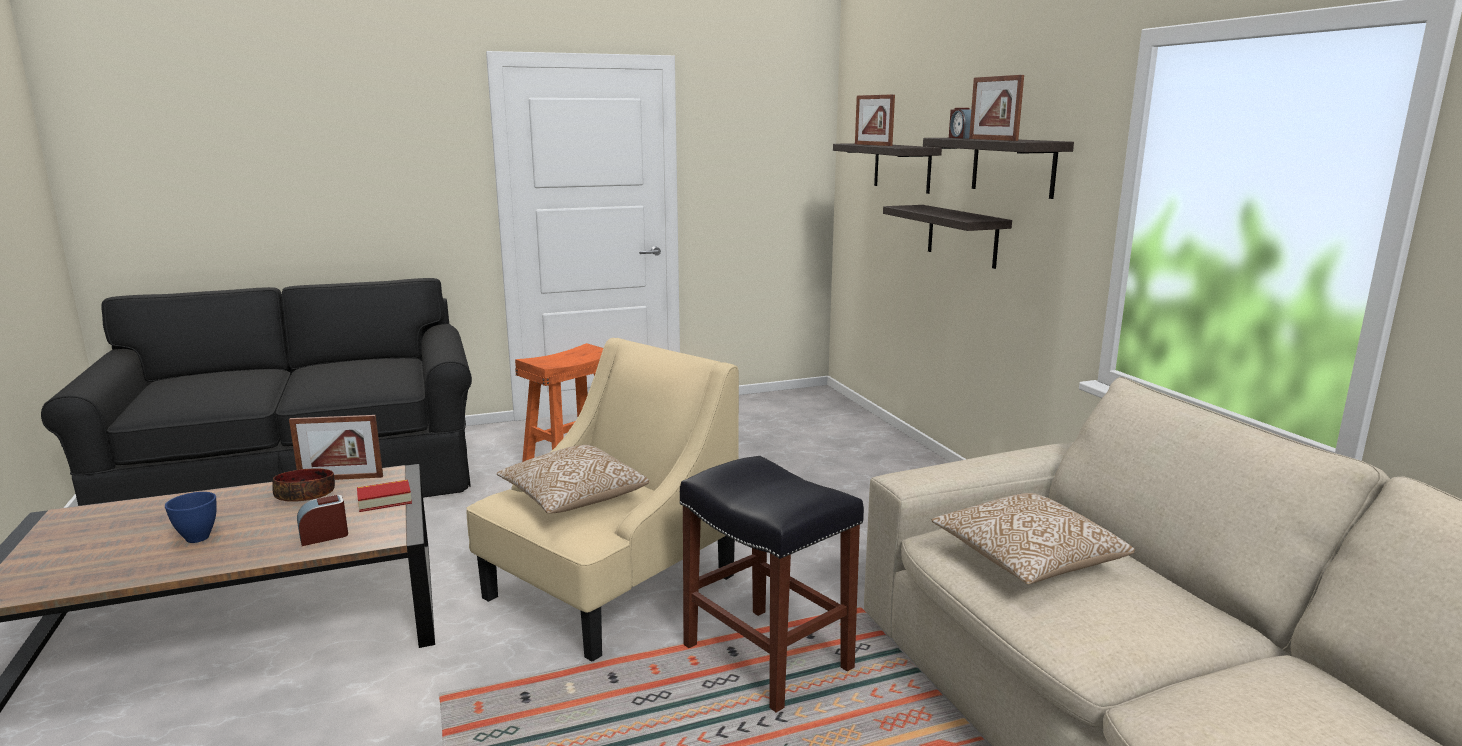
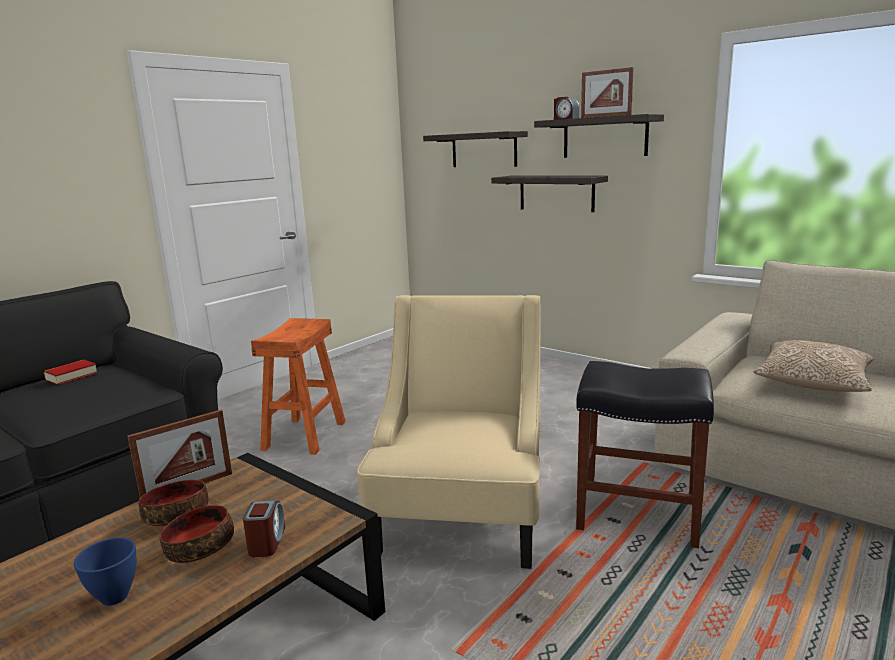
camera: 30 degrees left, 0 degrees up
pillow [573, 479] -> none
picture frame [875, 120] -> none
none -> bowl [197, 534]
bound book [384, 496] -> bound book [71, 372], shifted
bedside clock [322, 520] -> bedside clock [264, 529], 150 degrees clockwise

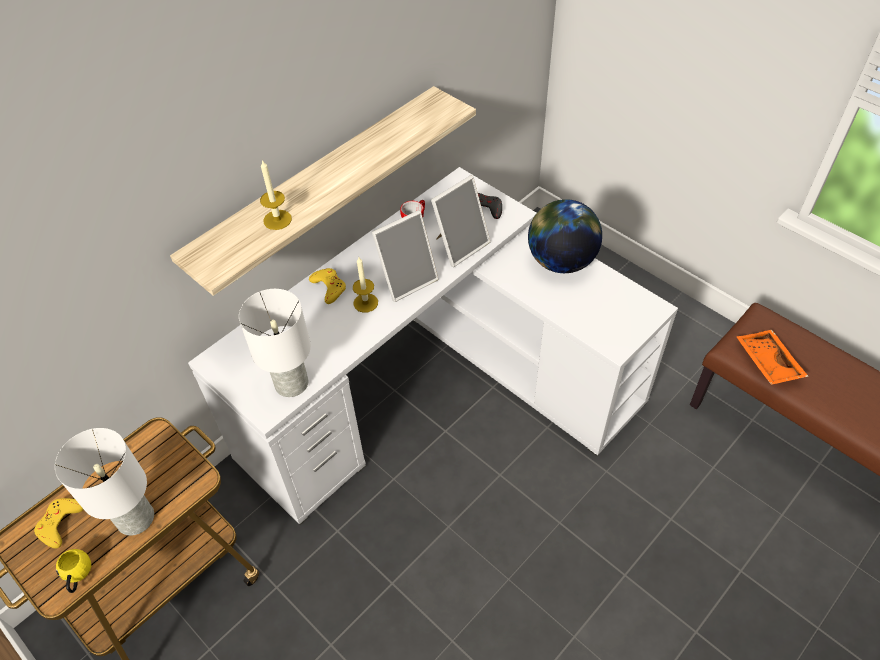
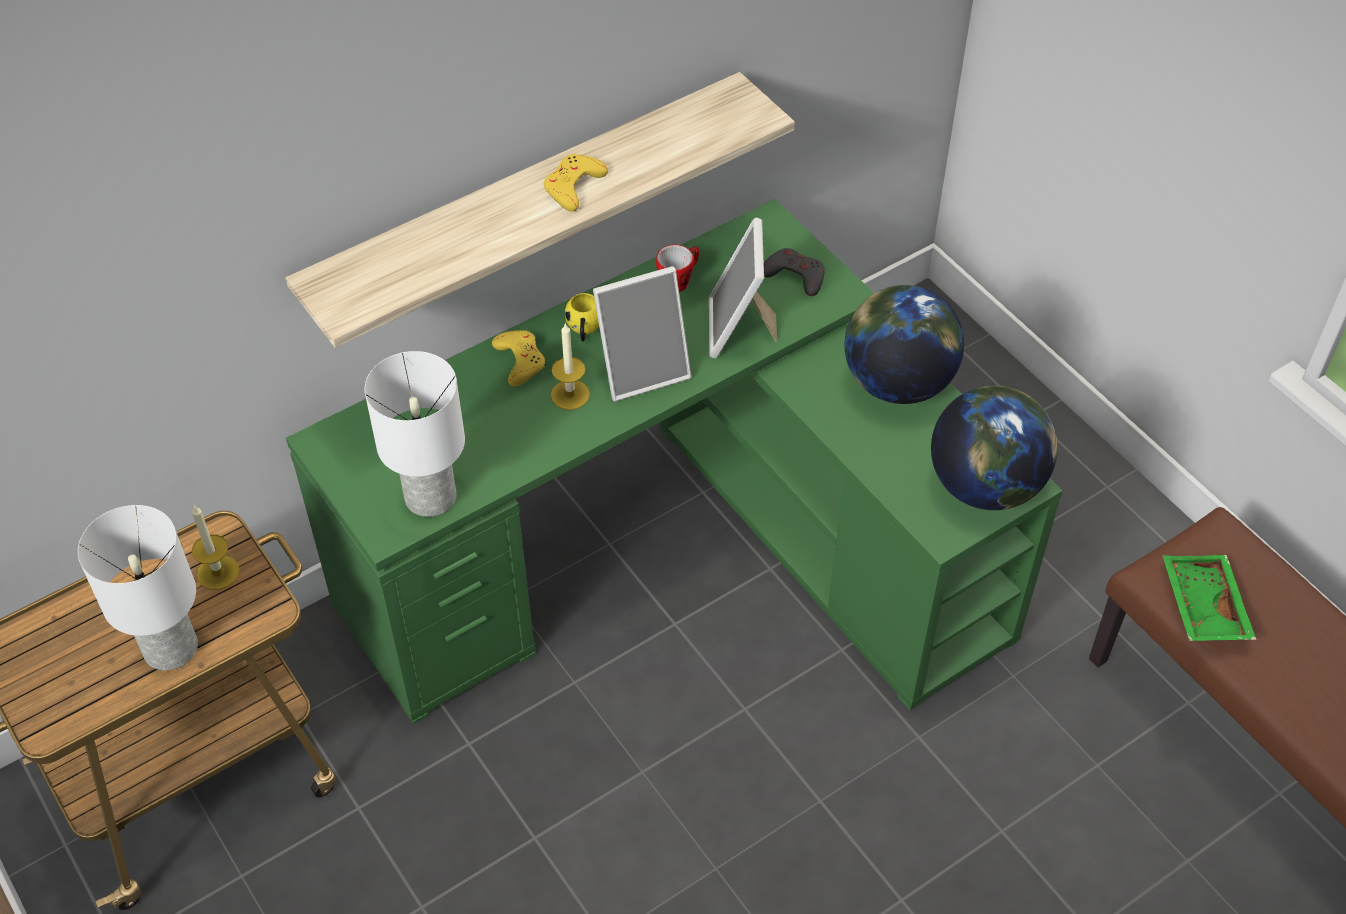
camera: 10 degrees right, 0 degrees up
none -> globe [994, 448]
yellowish gamepad [59, 523] -> yellowish gamepad [576, 183], shifted
yellowish tea mug [73, 571] -> yellowish tea mug [582, 317], shifted
wax candle [276, 194] -> wax candle [215, 547], shifted
white desk table [433, 346] -> greenish desk table [674, 461]
orange-coloured serving tray [773, 357] -> greenish serving tray [1209, 598]
picture frame [460, 221] -> picture frame [743, 288], 120 degrees clockwise

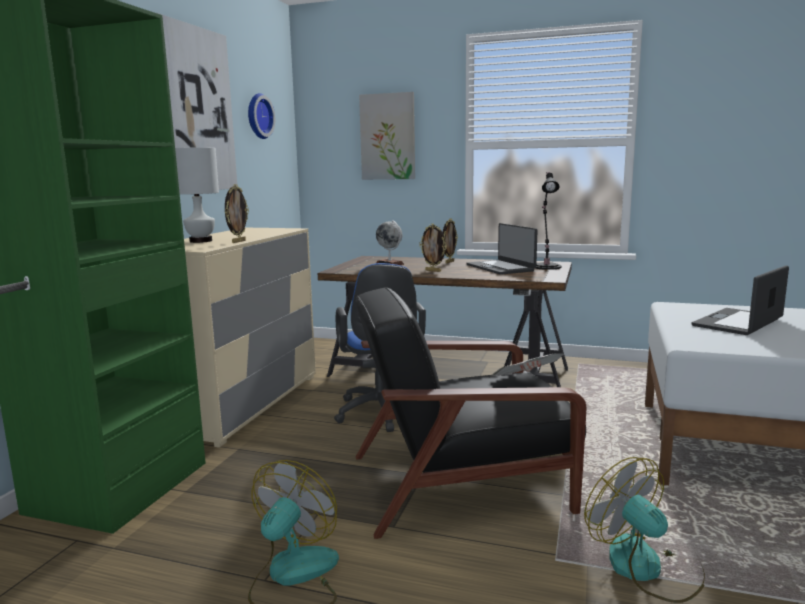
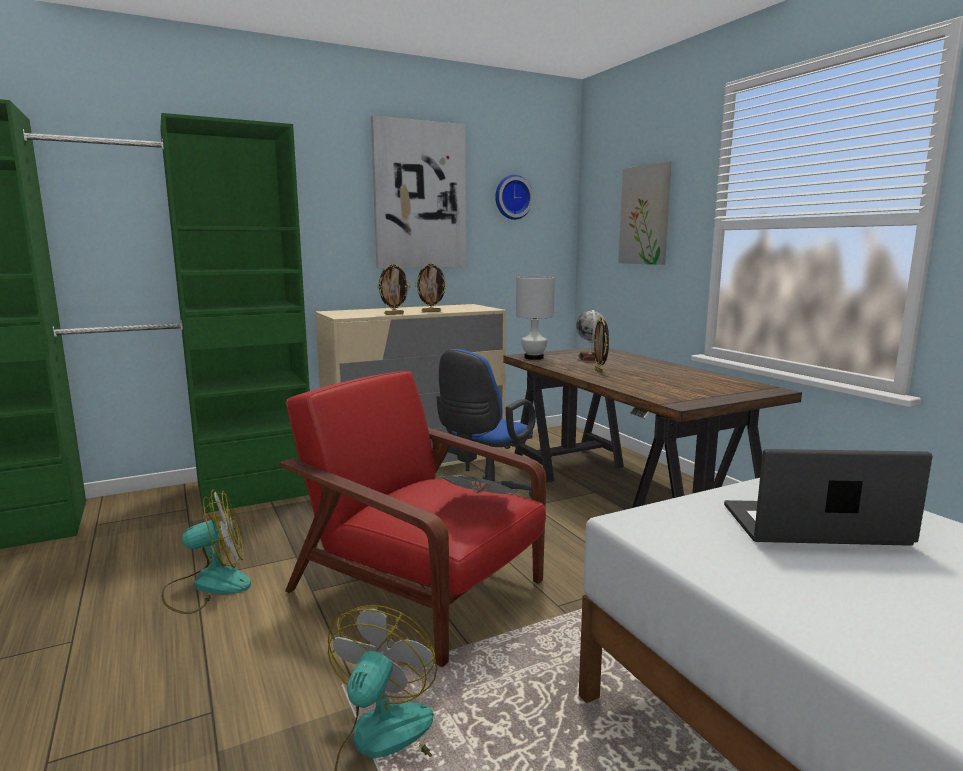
camera: 45 degrees right, 0 degrees up
portable computer [502, 249] -> none
blackish table lamp [548, 221] -> none
white table lamp [197, 195] -> white table lamp [535, 318], shifted
picture frame [450, 240] -> picture frame [431, 287], shifted
blackish easy chair [471, 413] -> red-coloured easy chair [412, 519]

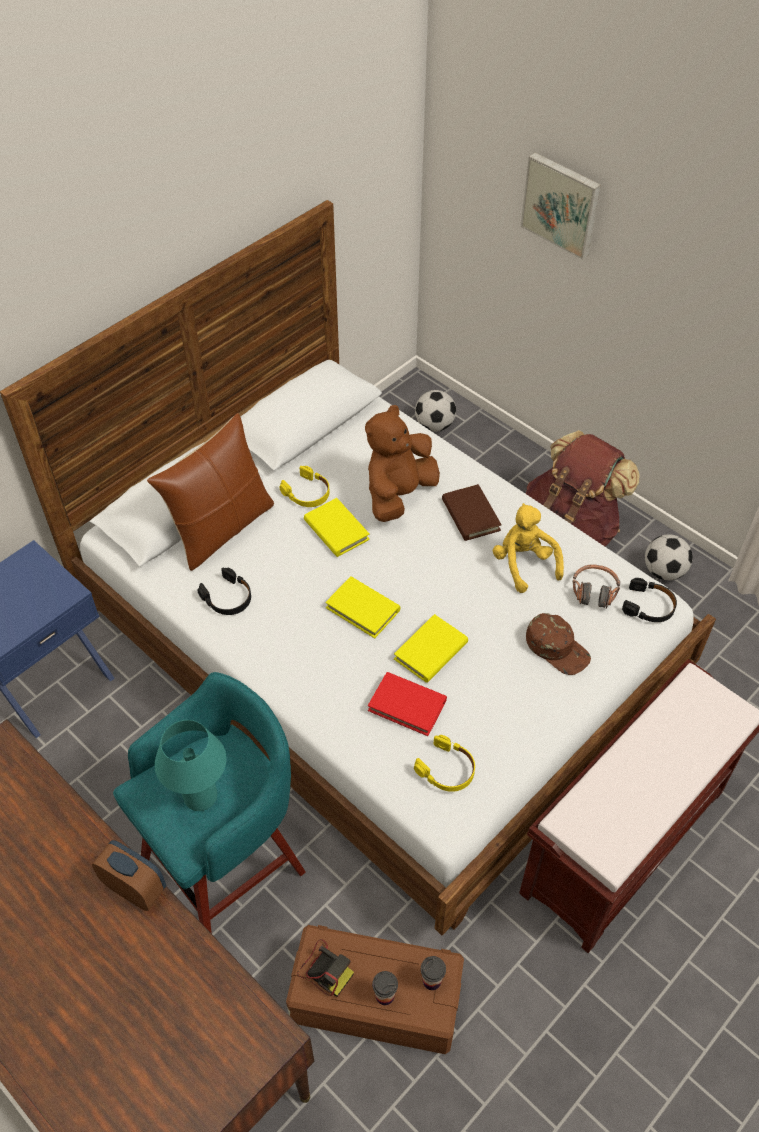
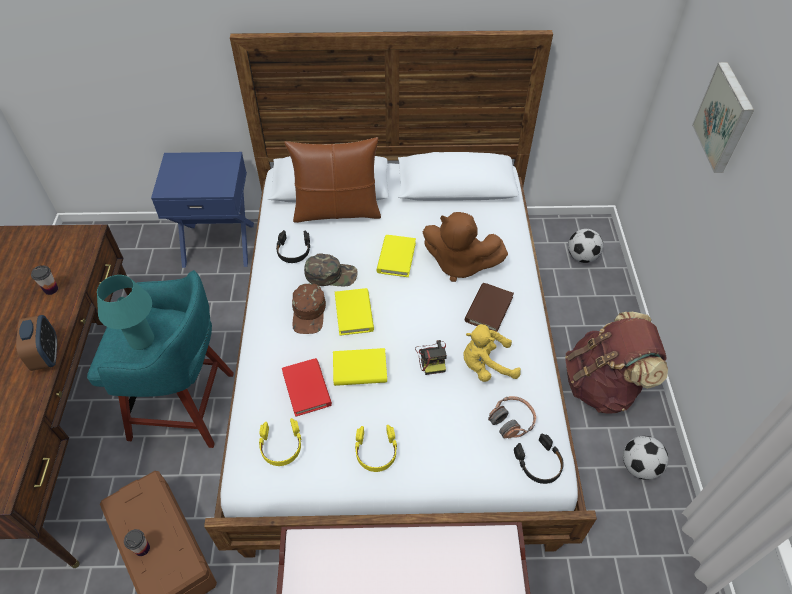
camera: 45 degrees right, 0 degrees up
none -> greenish peaked cap [331, 269]
yellowish pair of headphones [304, 486] -> yellowish pair of headphones [376, 448], shifted
photo camera [325, 968] -> photo camera [431, 357], shifted
cup [433, 973] -> cup [44, 280], shifted
brownish peaked cap [558, 644] -> brownish peaked cap [309, 308], shifted
brownish cuddly toy [402, 463] -> brownish cuddly toy [465, 247], 150 degrees counterclockwise
yellowish cuddly toy [528, 548] -> yellowish cuddly toy [492, 353], 120 degrees counterclockwise

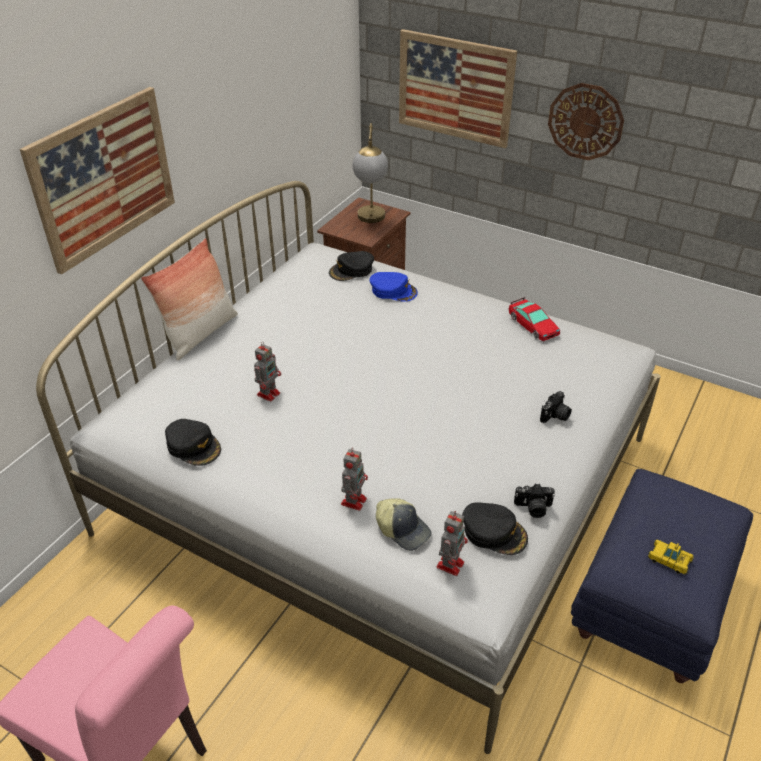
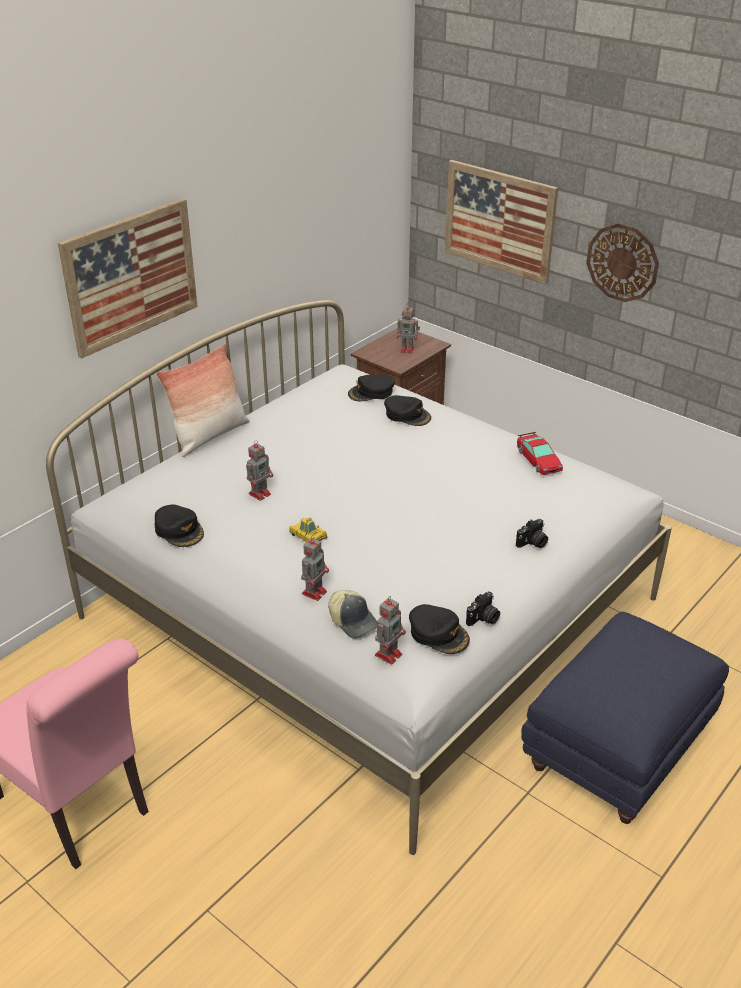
camera: 10 degrees right, 5 degrees down
toy car [671, 557] -> toy car [308, 529], shifted
table lamp [370, 173] -> toy robot [408, 328]
blue-coloured peaked cap [394, 287] -> blackish peaked cap [407, 410]
photo camera [534, 501] -> photo camera [483, 609], 60 degrees counterclockwise

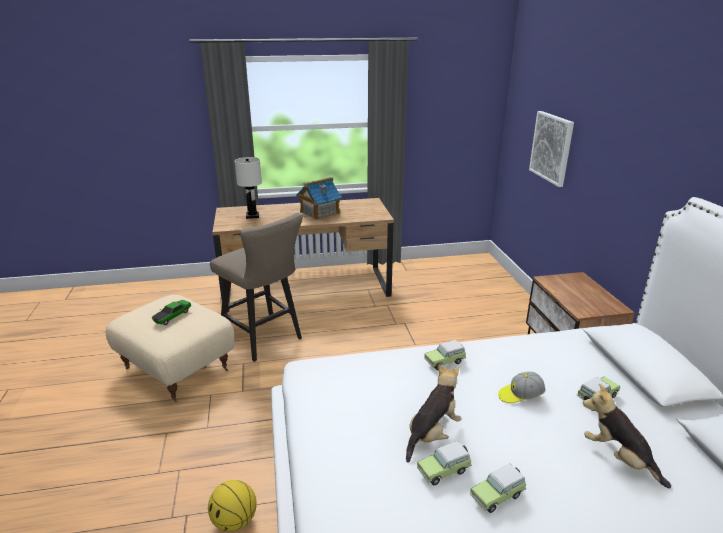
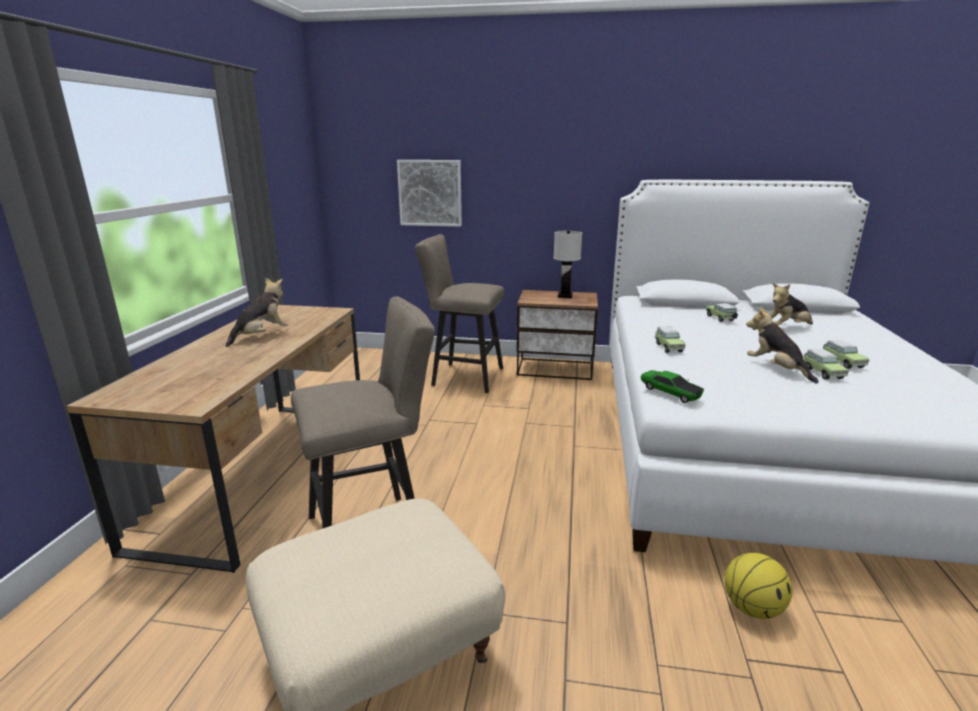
camera: 70 degrees left, 5 degrees down
peaked cap [521, 387] -> none
none -> sand-coloured stool [459, 313]
toy car [171, 312] -> toy car [672, 386], shifted
white table lamp [248, 188] -> white table lamp [567, 264], shifted
model house [319, 198] -> cuddly toy [257, 312]

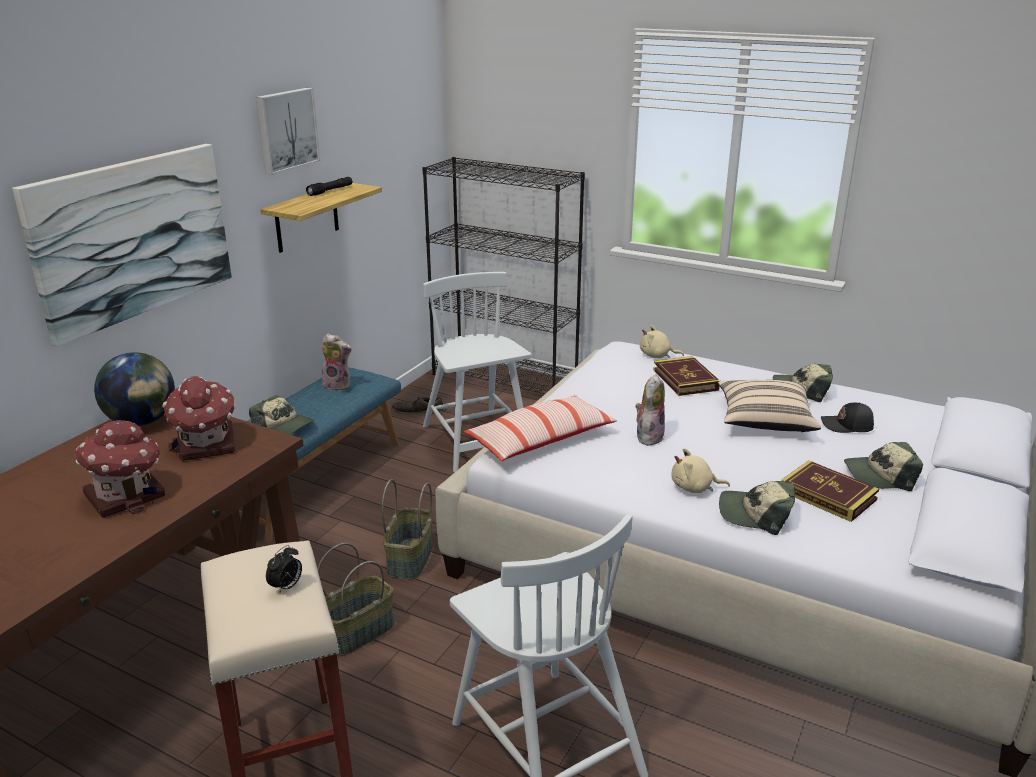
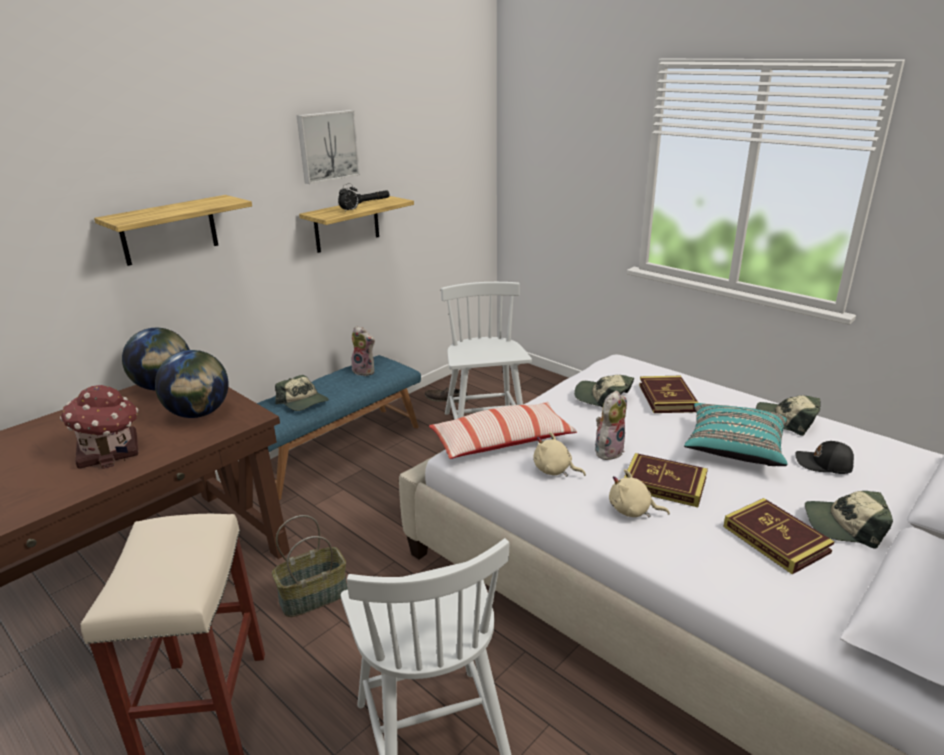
camera: 15 degrees right, 0 degrees up
household basket [407, 529] -> none
blackish shelving unit [503, 275] -> none
none -> bound book [666, 480]
bedside clock [284, 569] -> bedside clock [348, 198], shifted
sand-coloured cuddly toy [662, 342] -> sand-coloured cuddly toy [559, 454], shifted
peaked cap [757, 508] -> peaked cap [604, 391], shifted
picture [122, 245] -> shelf [173, 230]
model house [199, 418] -> globe [192, 384]
sand-coloured pillow [769, 406] -> turquoise pillow [736, 434]

